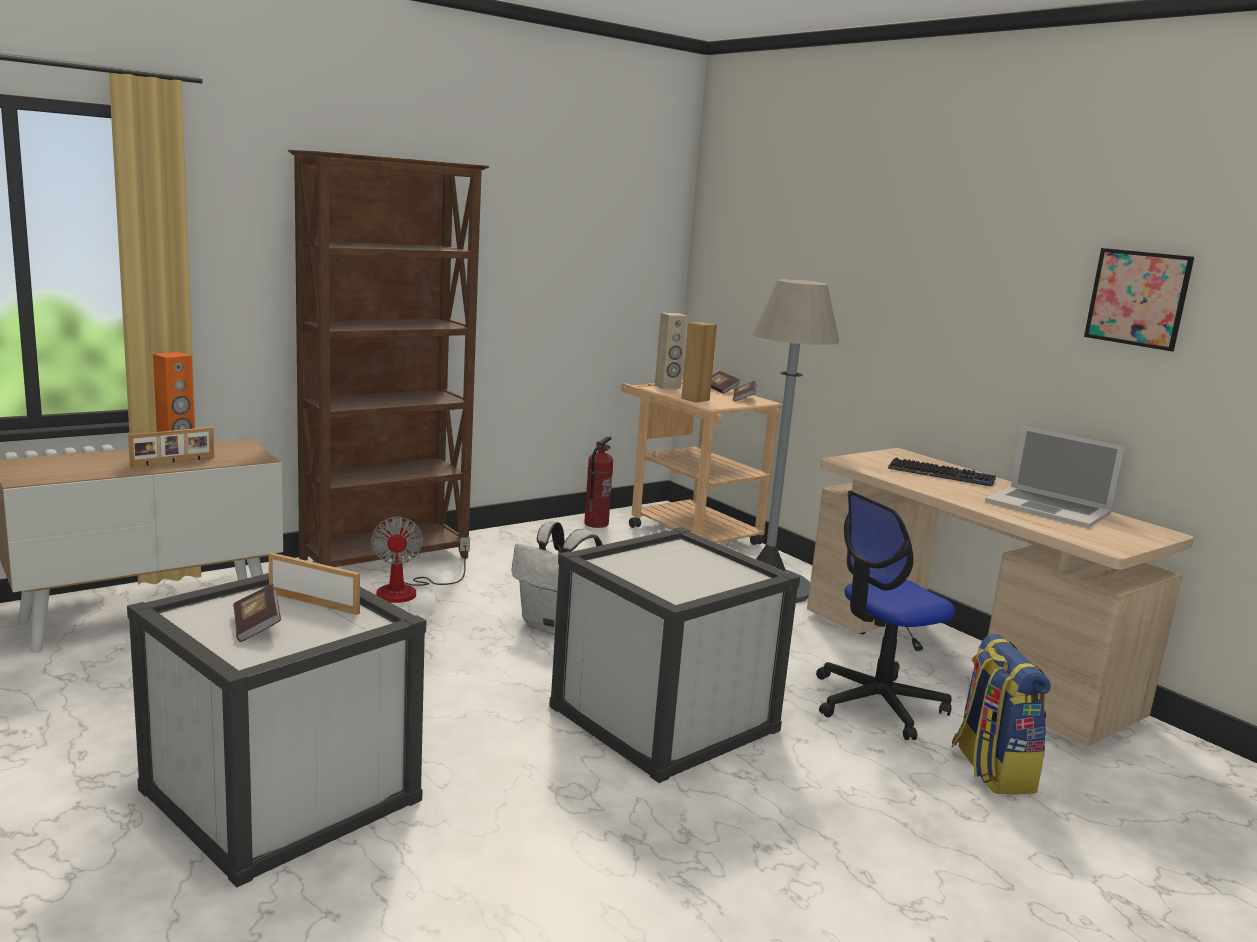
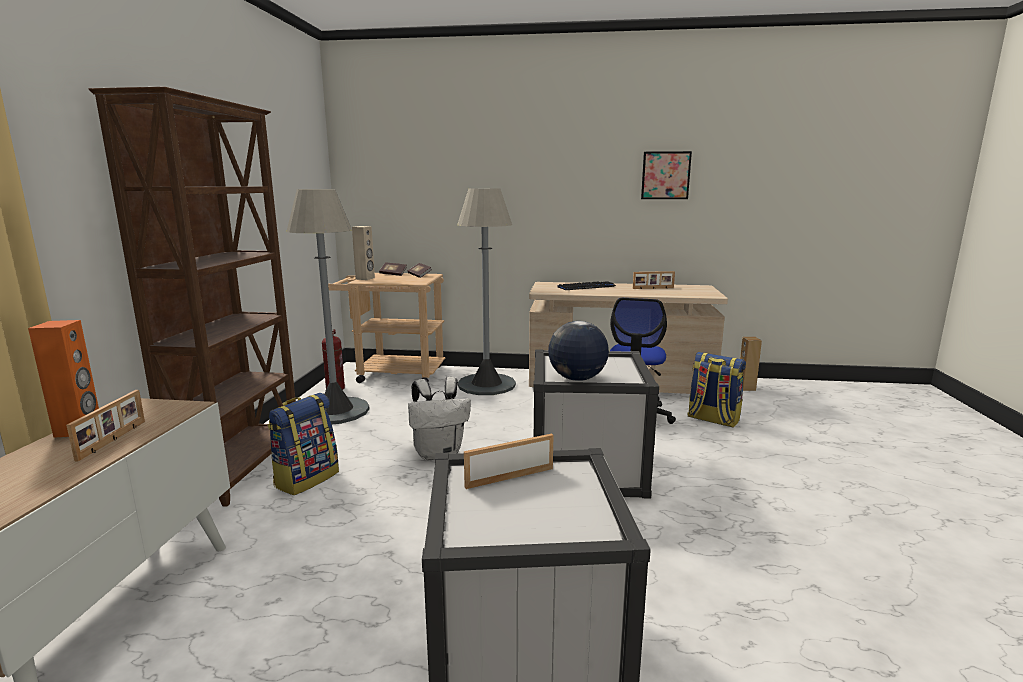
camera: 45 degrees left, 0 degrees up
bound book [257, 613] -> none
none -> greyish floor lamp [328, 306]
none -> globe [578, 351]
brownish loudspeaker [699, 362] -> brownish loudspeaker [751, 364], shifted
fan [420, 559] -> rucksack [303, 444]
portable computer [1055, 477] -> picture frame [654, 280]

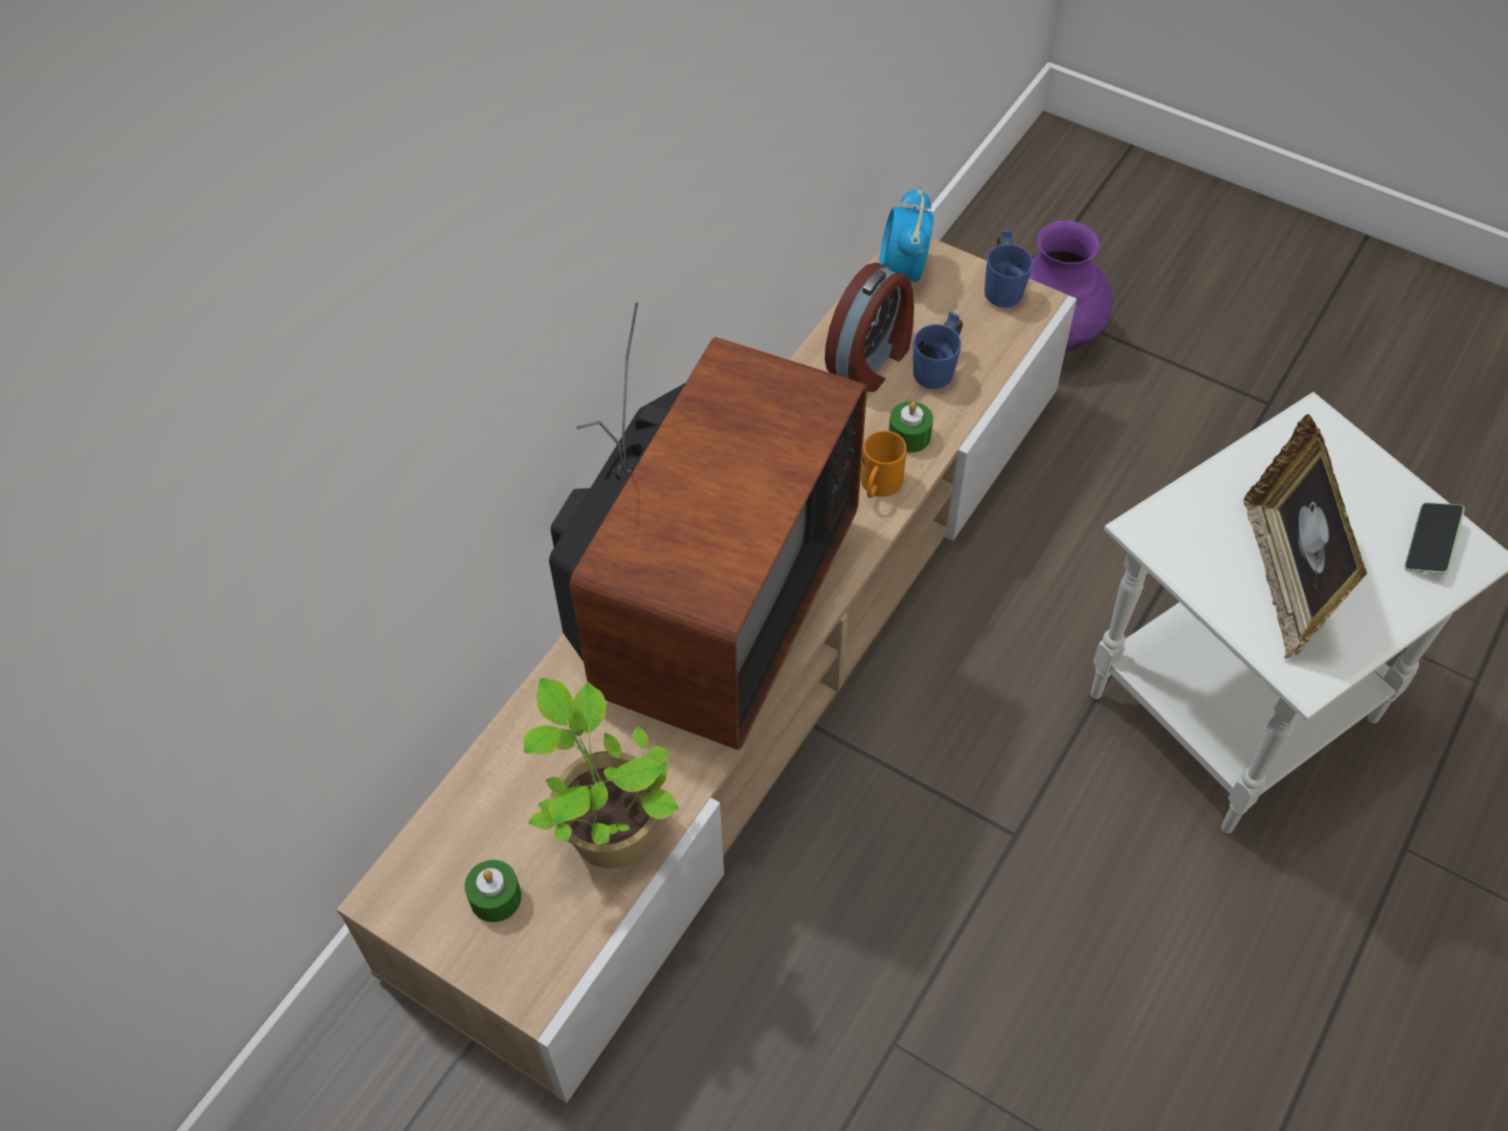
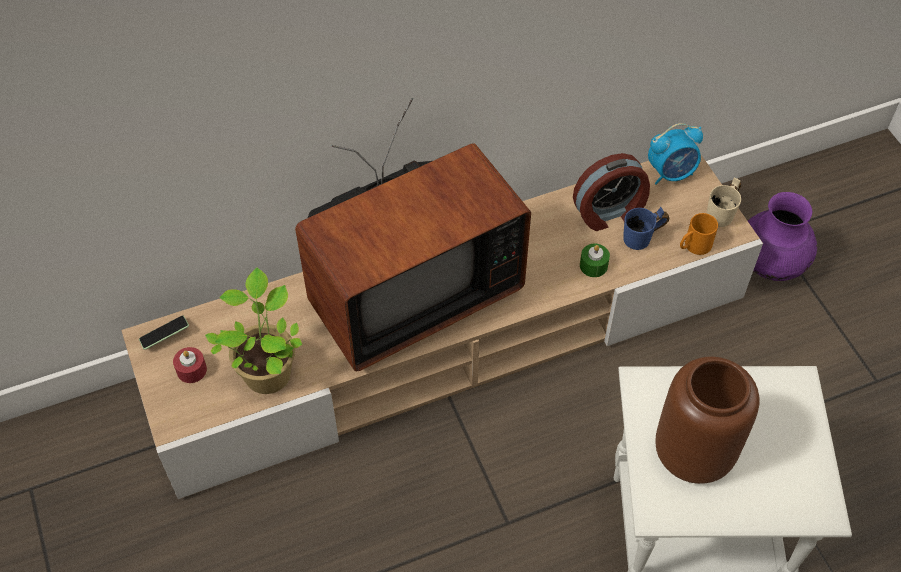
camera: 35 degrees right, 0 degrees up
orange-coloured tea mug [884, 464] -> orange-coloured tea mug [699, 234], shifted
phone [1435, 538] -> phone [164, 333], shifted
picture frame [1305, 536] -> brownish flower vase [707, 420]
greenish wax candle [493, 891] -> red-coloured wax candle [190, 365]
blue-coloured tea mug [1008, 268] -> sand-coloured tea mug [724, 202]
bedside clock [906, 234] -> bedside clock [675, 154], 150 degrees counterclockwise

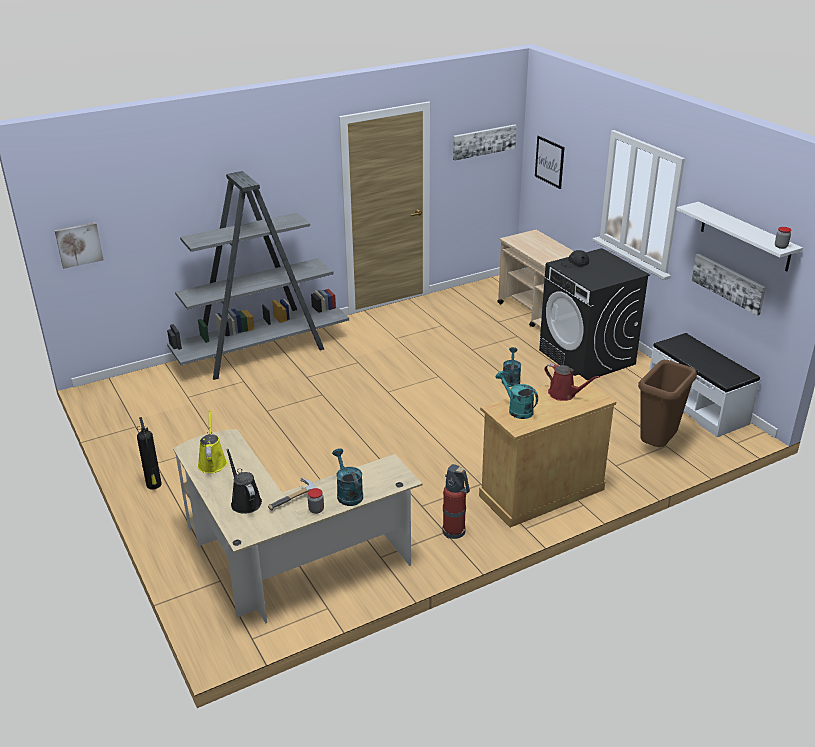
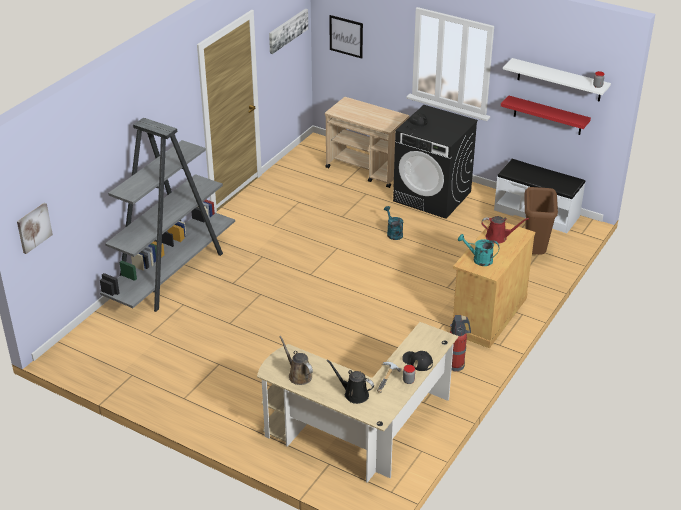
camera: 30 degrees left, 5 degrees up
fire extinguisher [149, 453] -> none
turquoise sprinkling can [347, 477] -> blackish peaked cap [417, 361]
picture [729, 285] -> red-coloured shelf [546, 115]
yellowish sprinkling can [212, 442] -> brownish sprinkling can [296, 360]

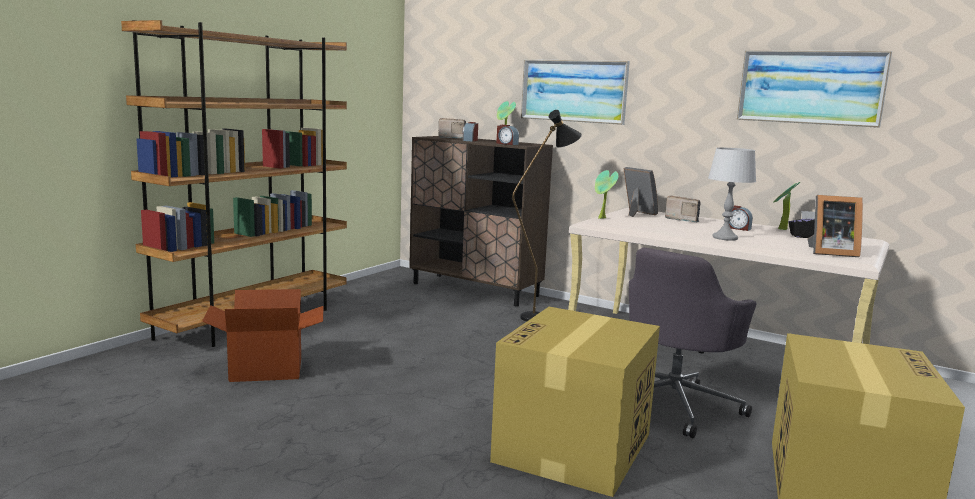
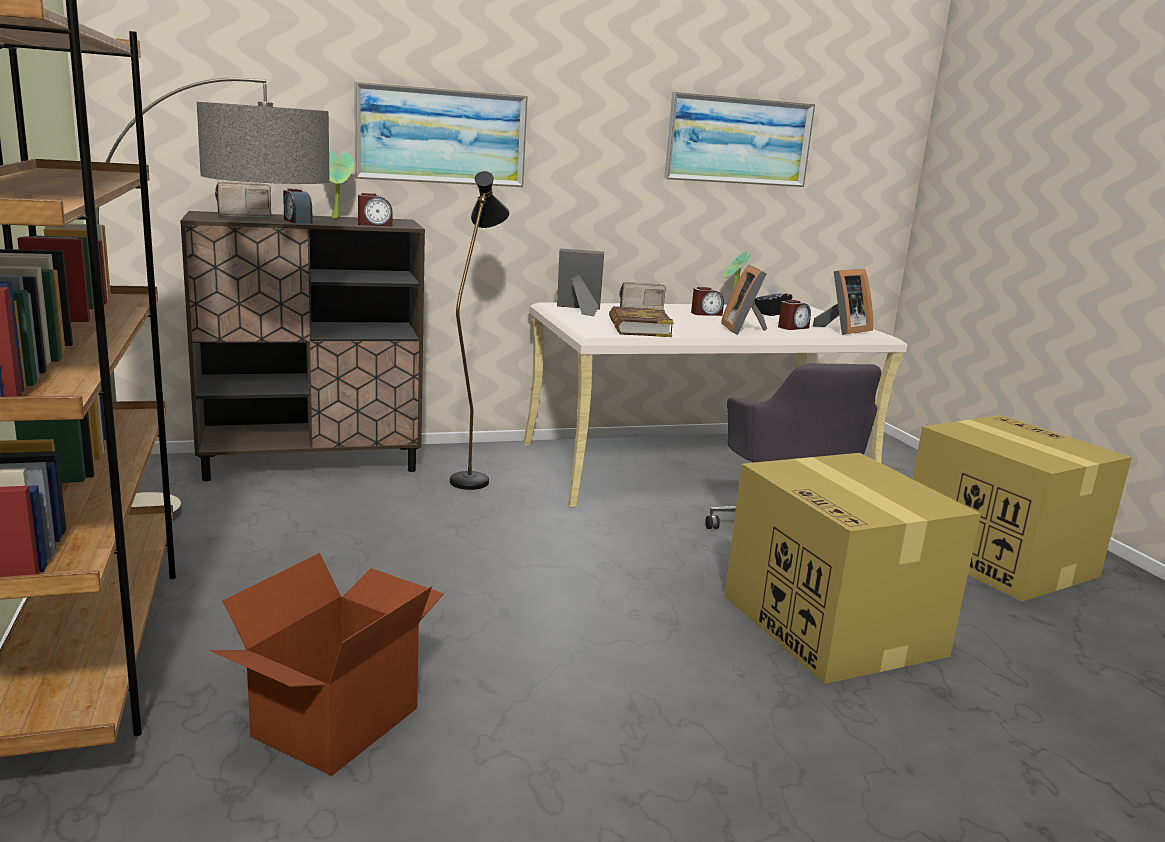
camera: 50 degrees left, 5 degrees up
houseplant [607, 194] -> none
none -> floor lamp [212, 299]
none -> bound book [641, 321]
none -> bedside clock [794, 315]
greyish table lamp [732, 194] -> picture frame [744, 299]

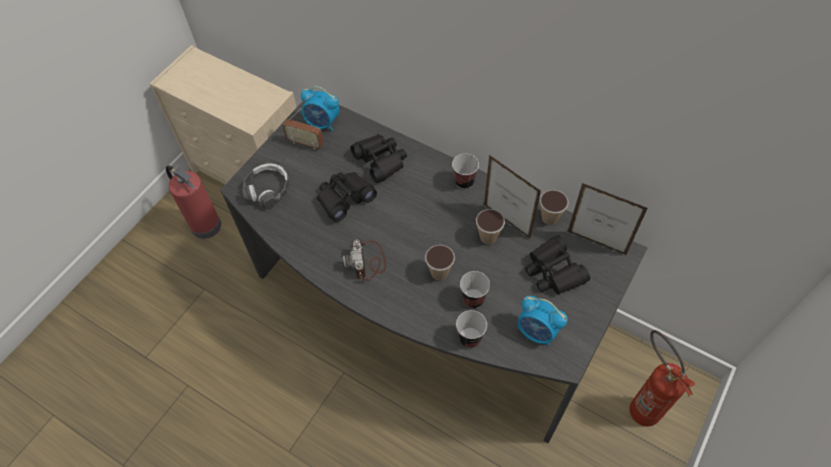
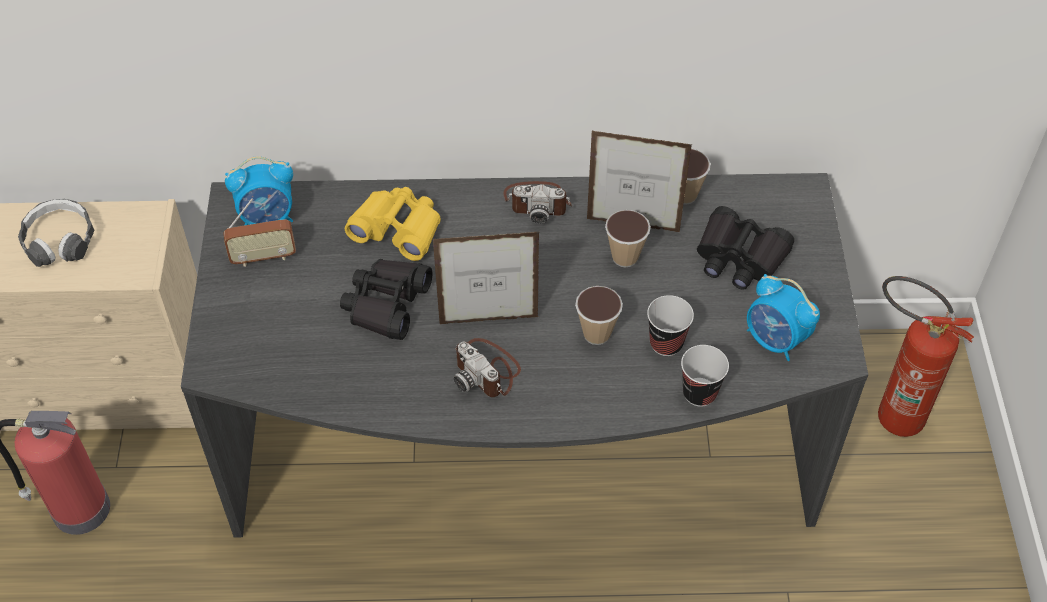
camera: 35 degrees left, 5 degrees down
pair of headphones [265, 185] -> pair of headphones [56, 233], shifted
picture frame [608, 219] -> picture frame [486, 278], shifted
cup [465, 171] -> photo camera [537, 202]
blackish field glasses [378, 158] -> yellowish field glasses [393, 224]
bedside clock [543, 321] -> bedside clock [783, 317], 45 degrees clockwise

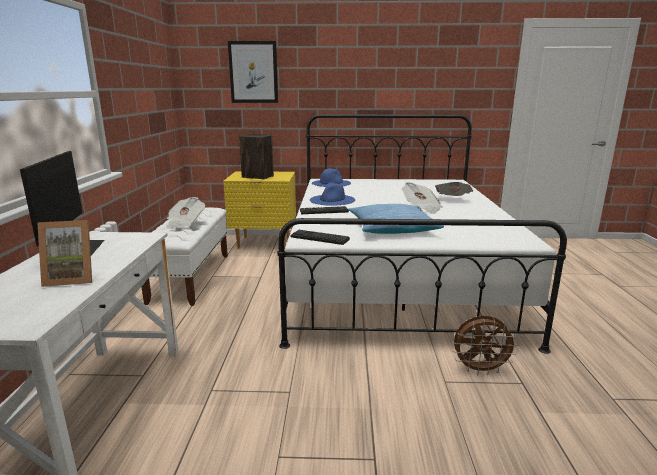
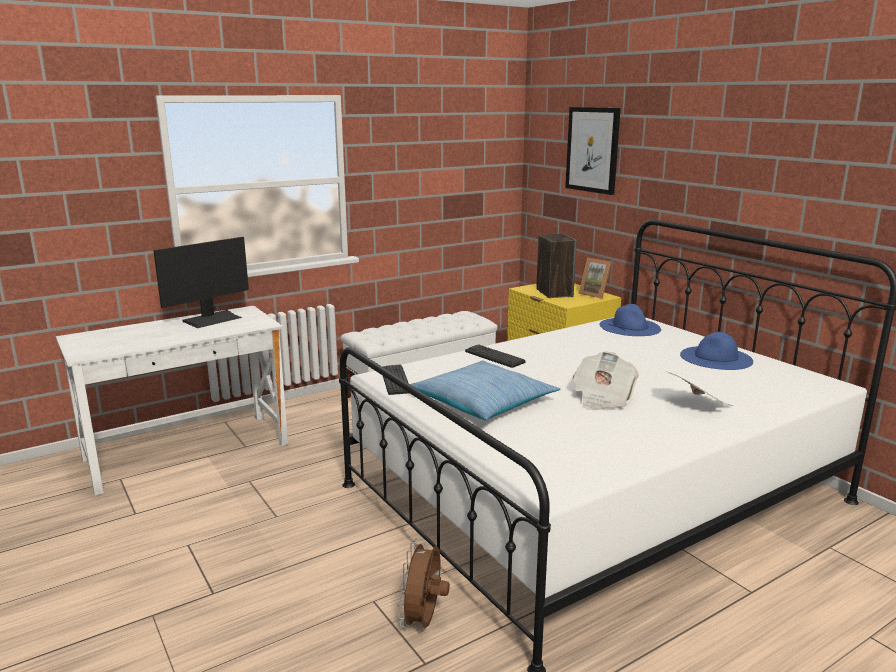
camera: 55 degrees right, 0 degrees up
daily paper [185, 213] -> none
picture frame [64, 253] -> picture frame [594, 278], shifted
blue-coloured wearable hat [332, 194] -> blue-coloured wearable hat [716, 351], shifted
brownish fan [486, 346] -> brownish fan [424, 584], 45 degrees clockwise

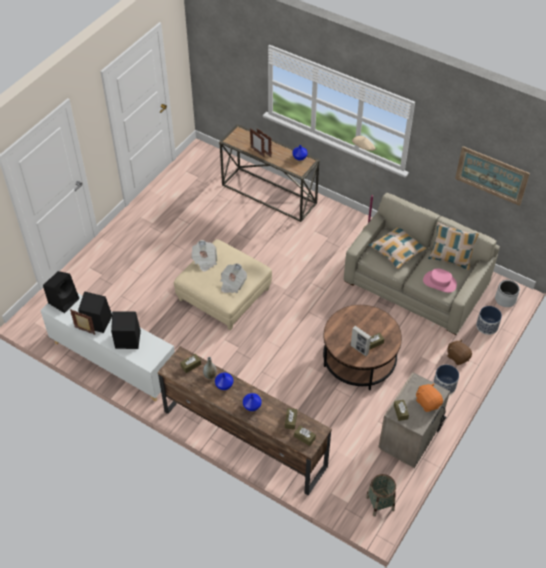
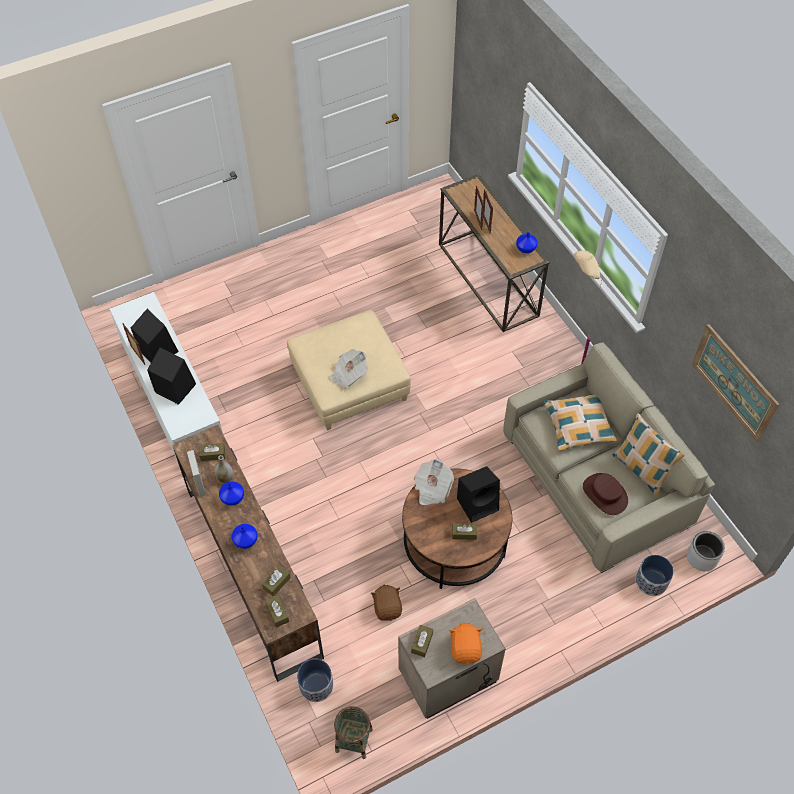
camera: 30 degrees right, 5 degrees up
blackish loudspeaker [61, 292] -> blackish loudspeaker [478, 494], shifted
daily paper [204, 256] -> daily paper [434, 482], shifted
picture frame [361, 341] -> picture frame [196, 473], shifted
flower pot [446, 379] -> flower pot [315, 680], shifted
brownish cuddly toy [459, 352] -> brownish cuddly toy [386, 603], shifted
pink-coloured wearable hat [440, 280] -> brownish wearable hat [605, 494]

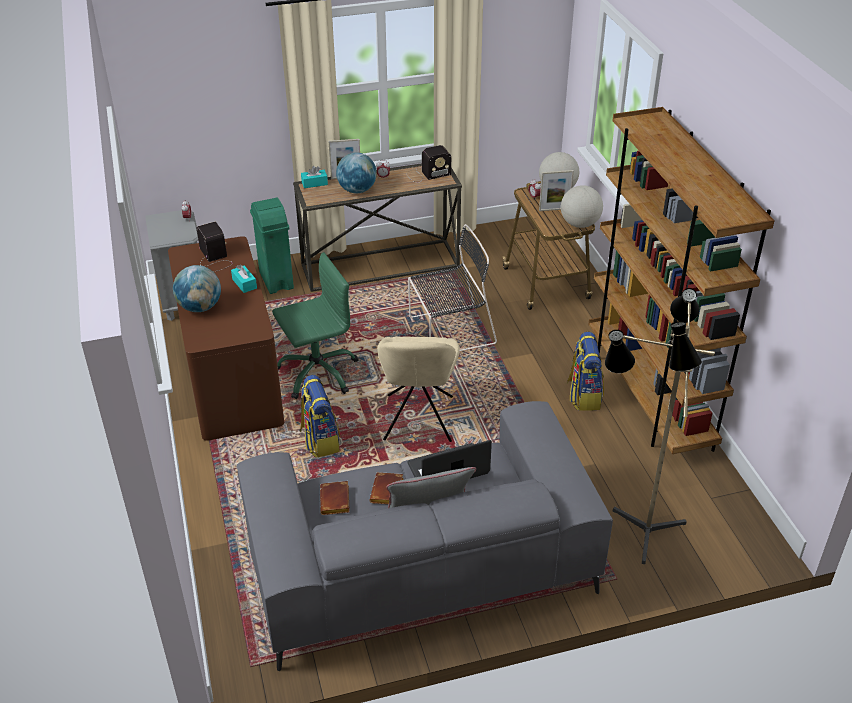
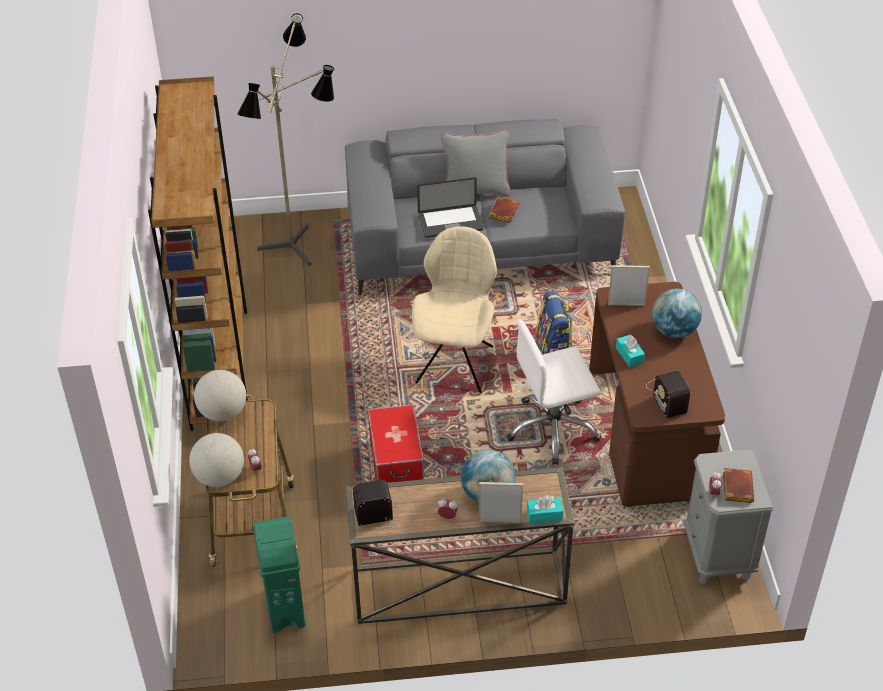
camera: 170 degrees left, 5 degrees up
rucksack [585, 371] -> none
greenish rubbish bin [272, 246] -> greenish rubbish bin [279, 574], shifted
brownish bound book [335, 498] -> brownish bound book [738, 485], shifted
picture frame [556, 190] -> picture frame [629, 285], shifted
blackish upright chair [452, 287] -> storage container [396, 443]
greenish desk chair [315, 325] -> white desk chair [553, 392]

